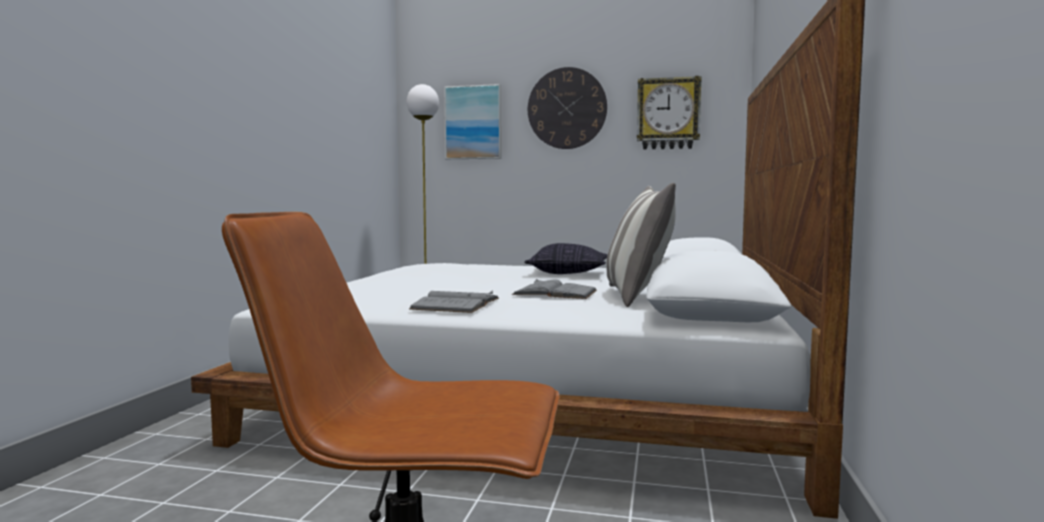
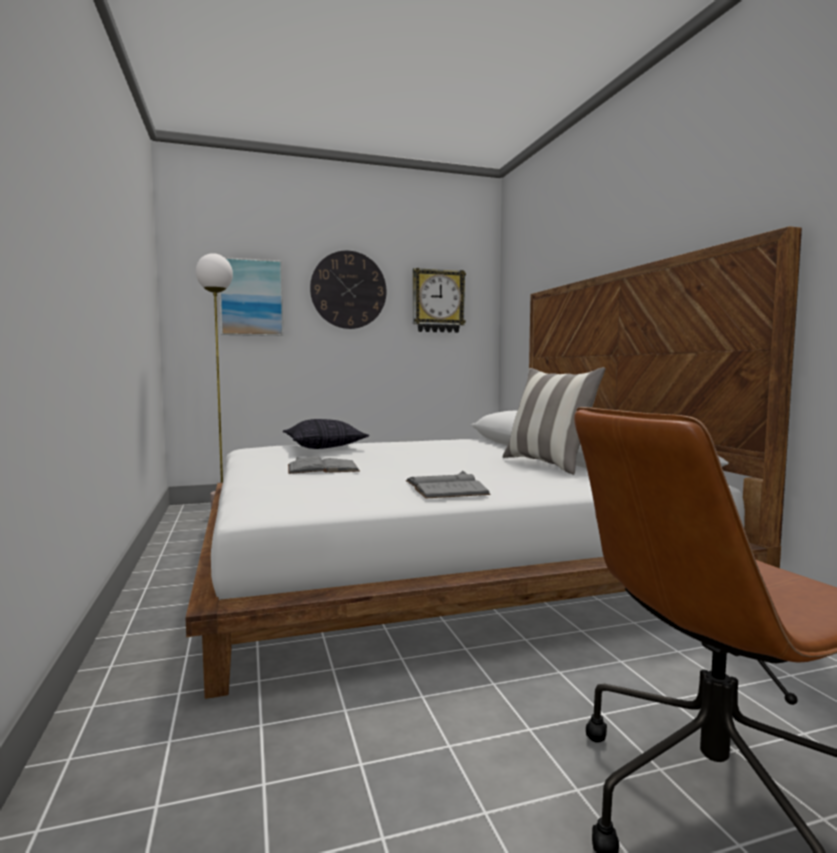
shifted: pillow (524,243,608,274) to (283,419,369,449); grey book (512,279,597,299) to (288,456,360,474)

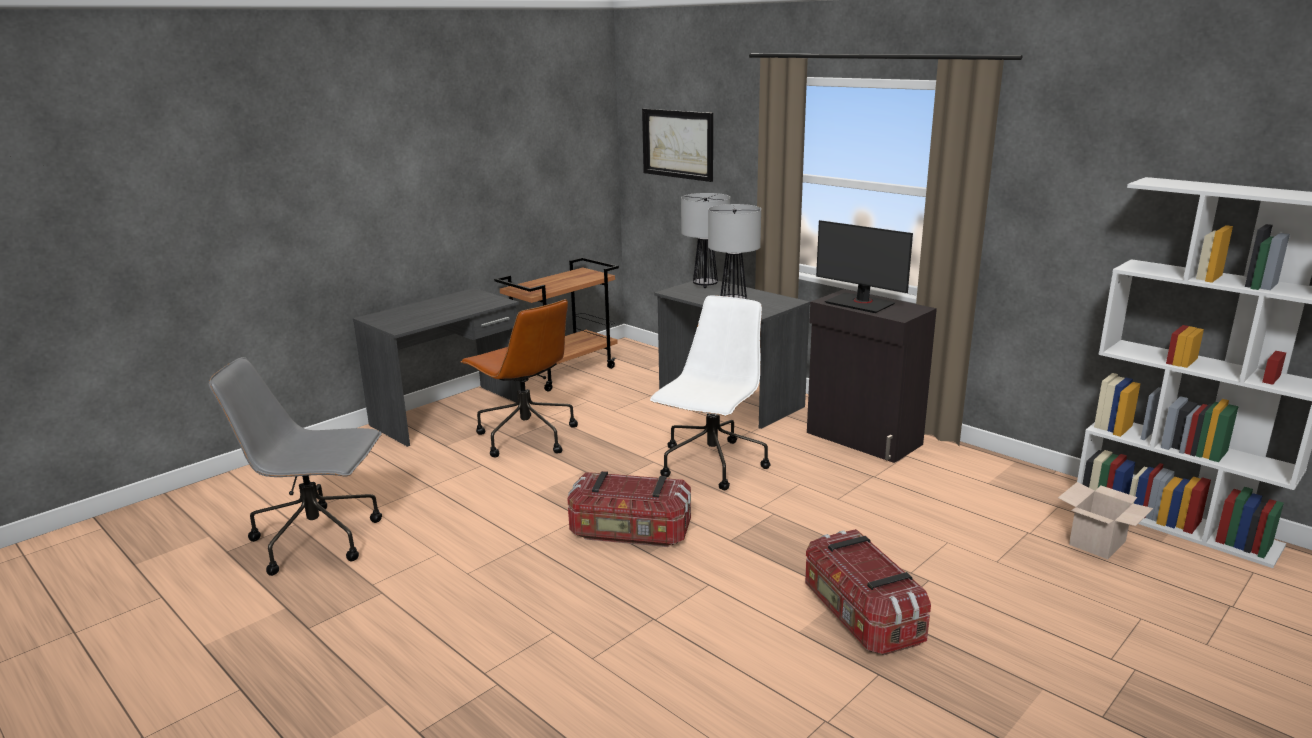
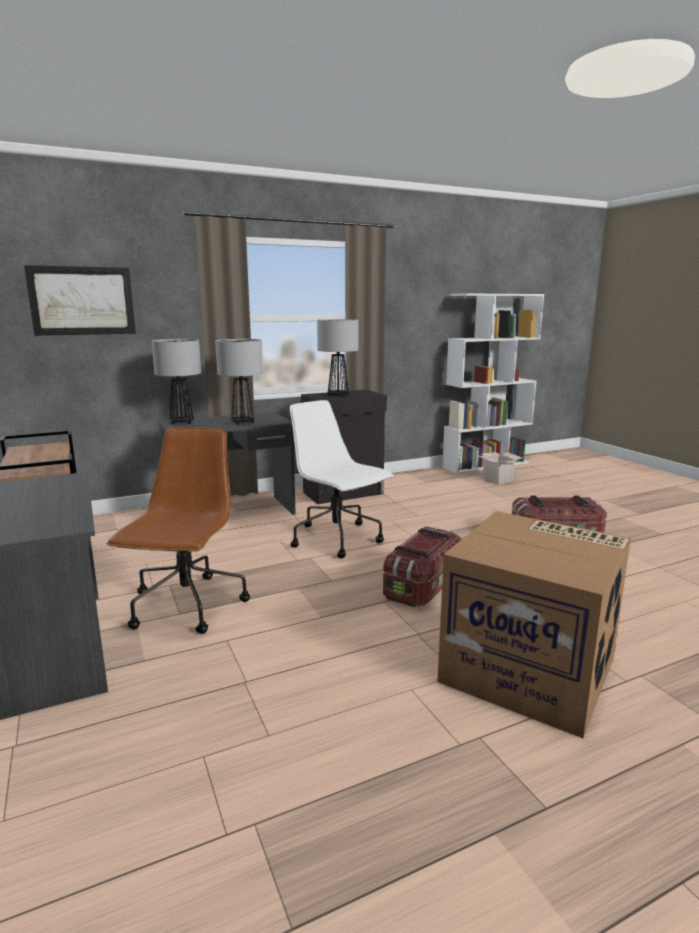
gone: grey office chair (209,357,382,576)
new: cardboard box (437,511,631,738)
swapped: monitor (816,220,913,313) to table lamp (317,319,359,397)
rotated: brown office chair (460,299,578,457) = (106,427,250,634) 60 degrees counterclockwise

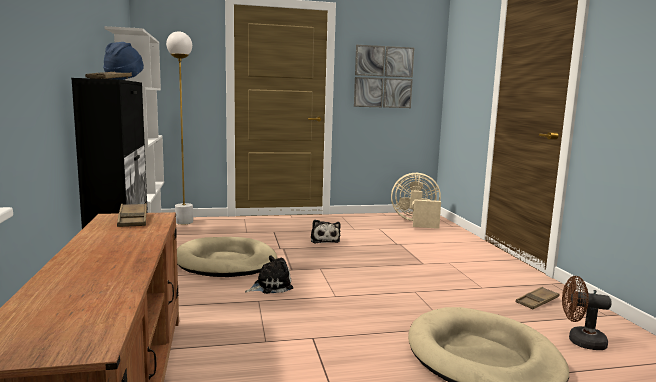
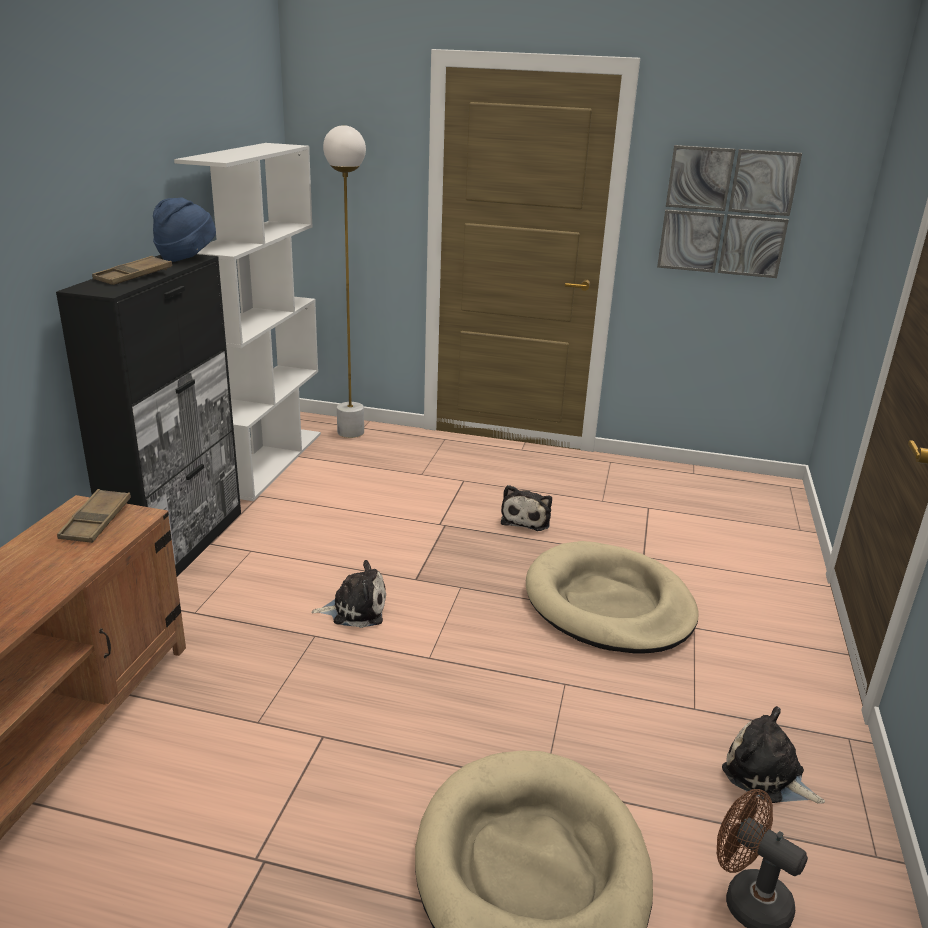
gone: beige fan (391,173,441,229)
shifted: beige dog bed (177,237,277,277) to (526,541,699,653)
swapped: brown tray (516,287,560,309) to plush toy (722,706,825,804)

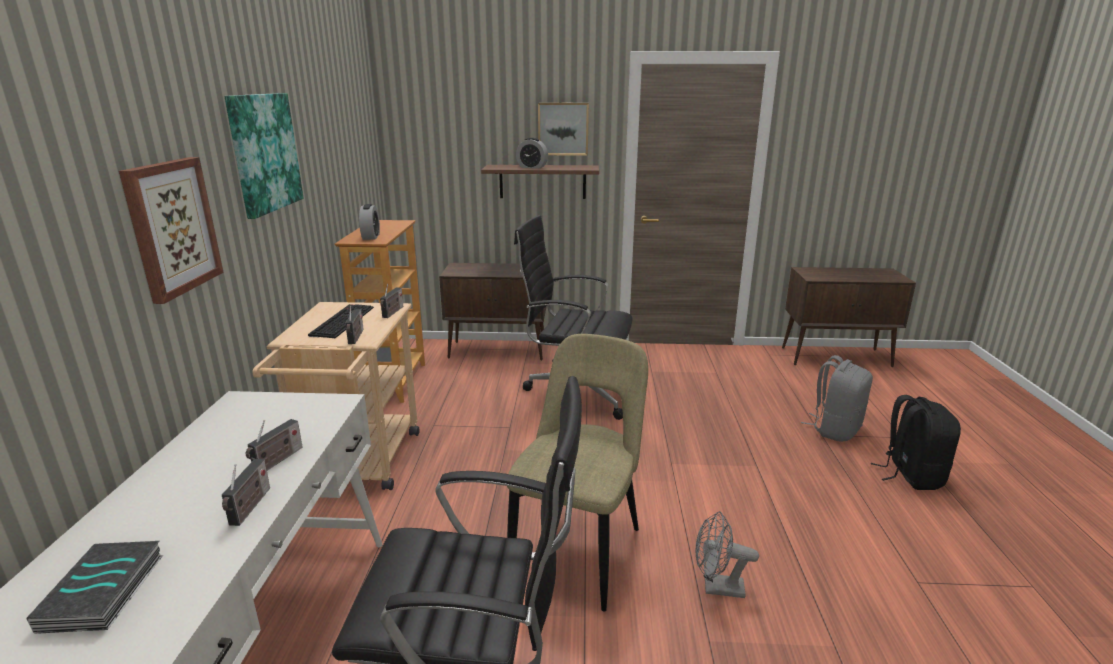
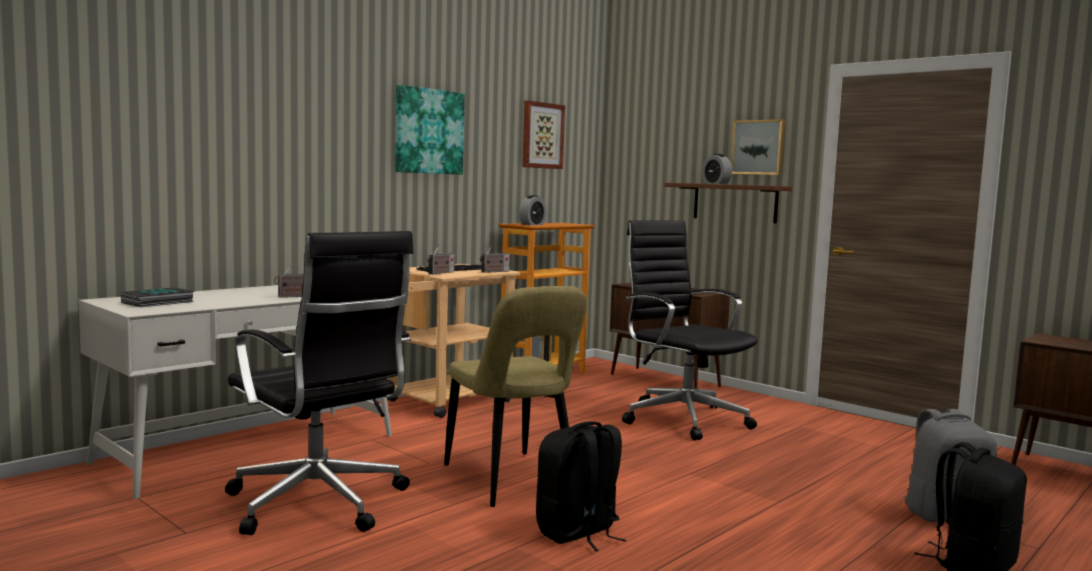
gone: radio (222,459,270,526)
shifted: picture (119,157,224,304) to (522,100,565,169)
swapped: grey fan (696,511,759,598) to black backpack (536,421,626,551)
rotated: beige chair (507,334,648,611) = (444,286,587,507) 90 degrees clockwise

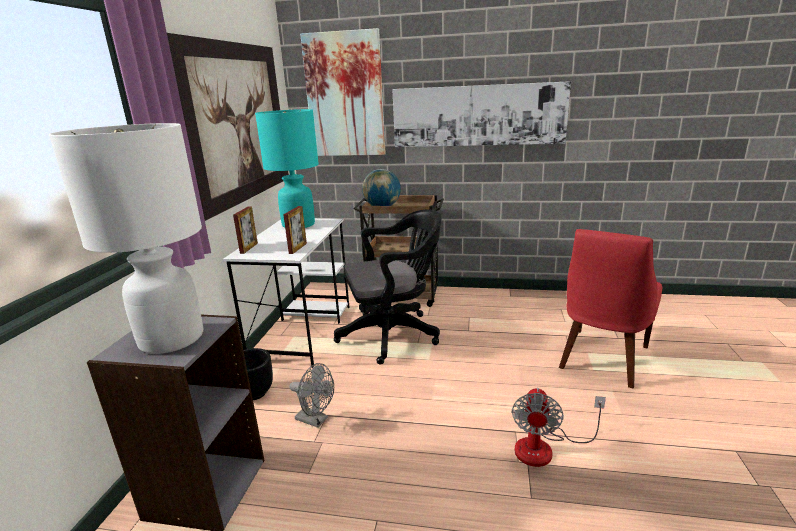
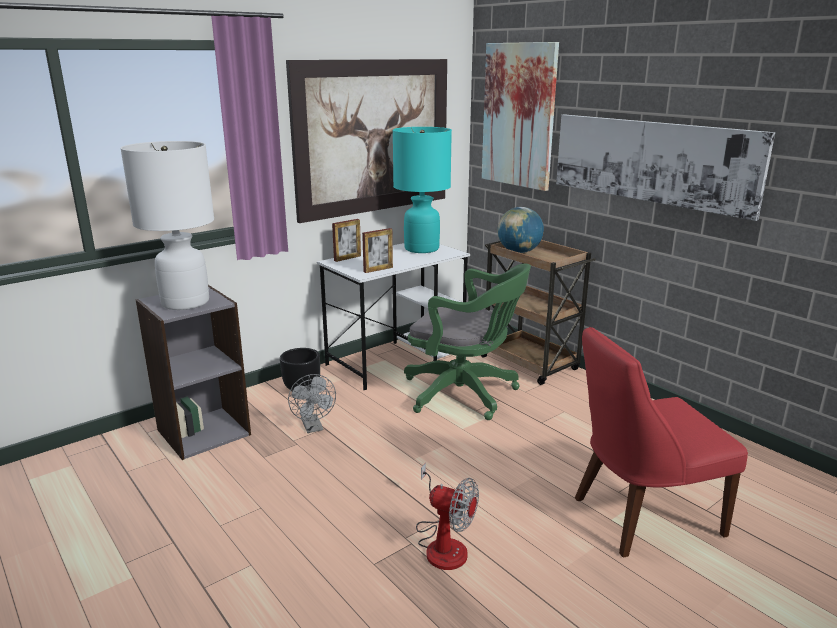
repainted: black office chair (334,209,441,365) to green office chair (404,264,531,420)
rotated: fan (512,388,606,467) = (416,463,479,570) 120 degrees counterclockwise

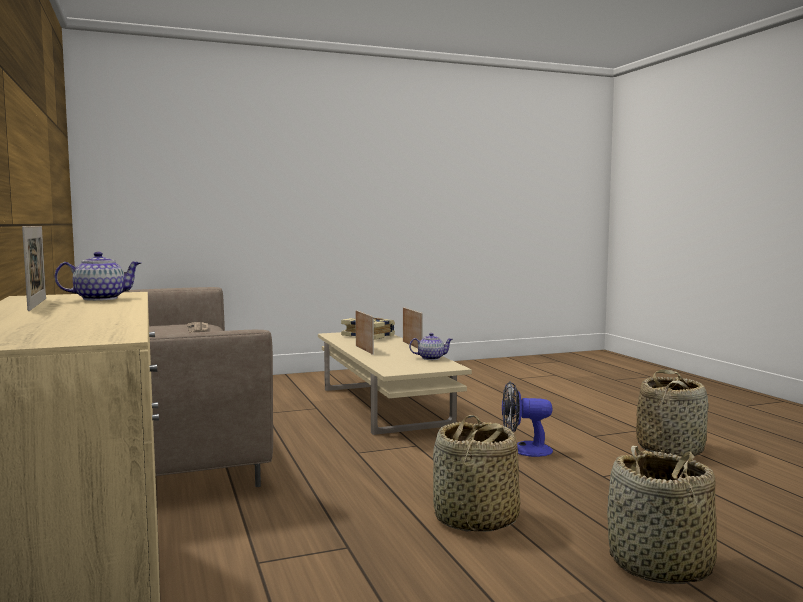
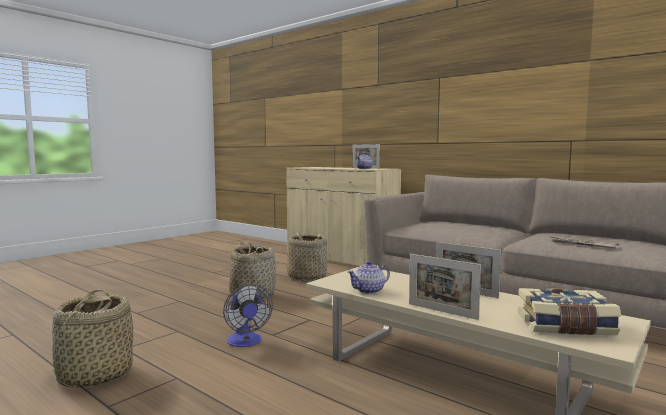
shifted: basket (607,446,717,584) to (287,231,327,281)
rotated: fan (502,381,553,457) = (223,284,273,347) 90 degrees clockwise

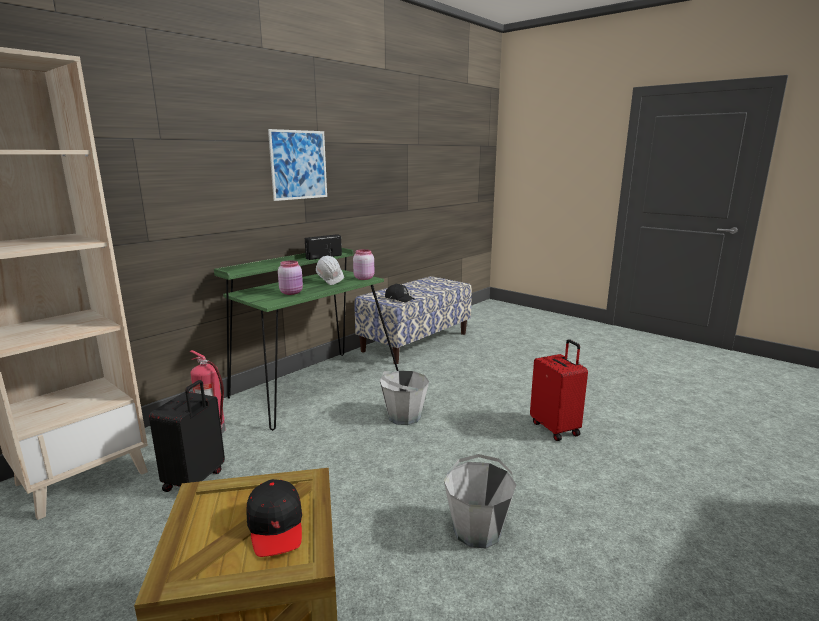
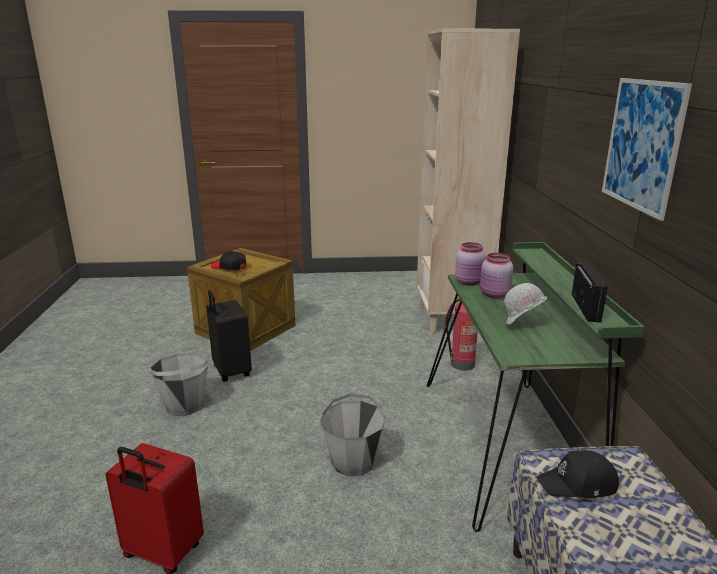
shifted: black suitcase (149,380,225,492) to (206,290,252,382); pink jar (353,249,374,280) to (455,242,486,286)

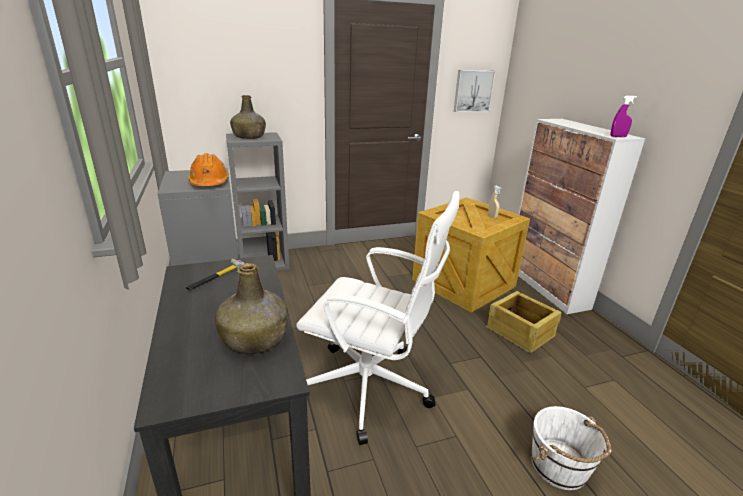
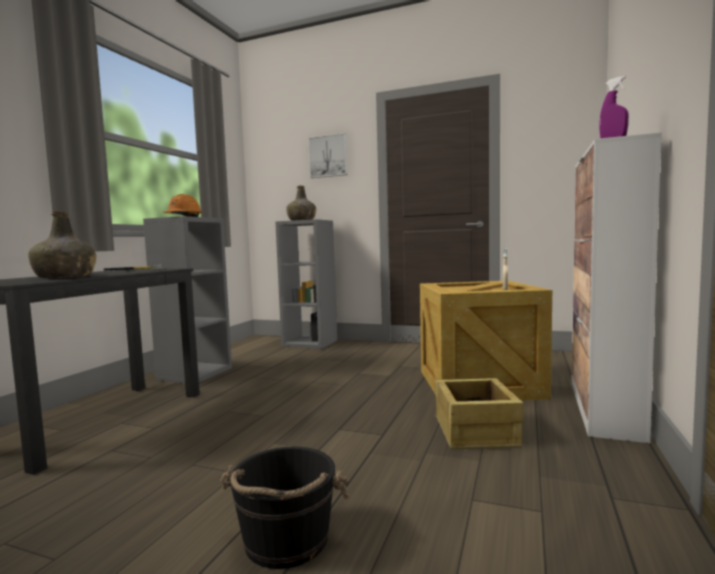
gone: white office chair (296,191,459,445)
shifted: picture (454,70,495,112) to (308,133,348,178)
repainted: white bucket (531,406,611,490) to black bucket (220,447,350,569)

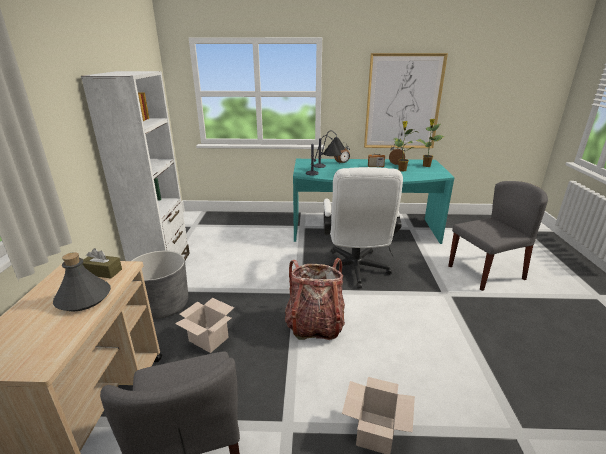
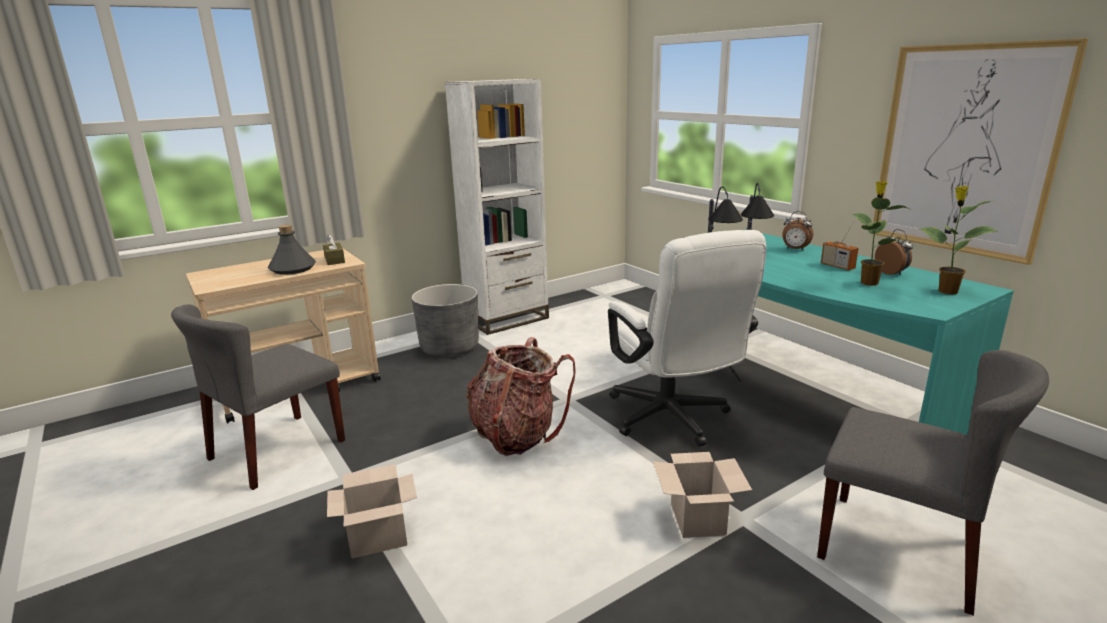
shifted: cardboard box (175,298,234,353) to (653,452,752,538)
rotated: white office chair (324,167,403,289) = (608,230,766,446) 75 degrees counterclockwise

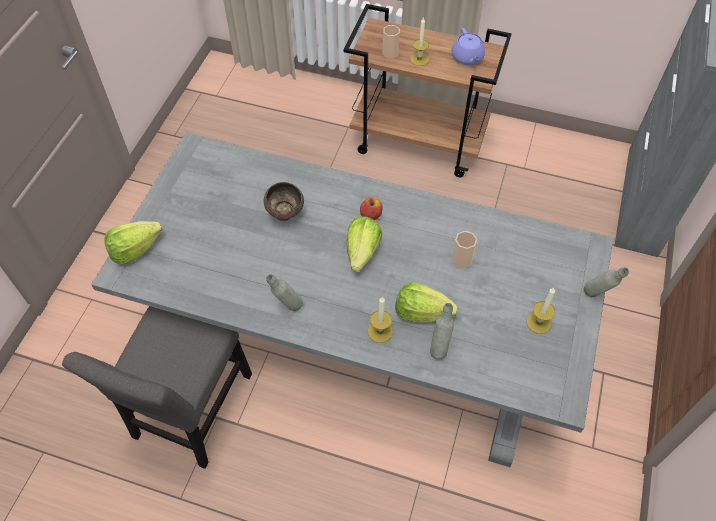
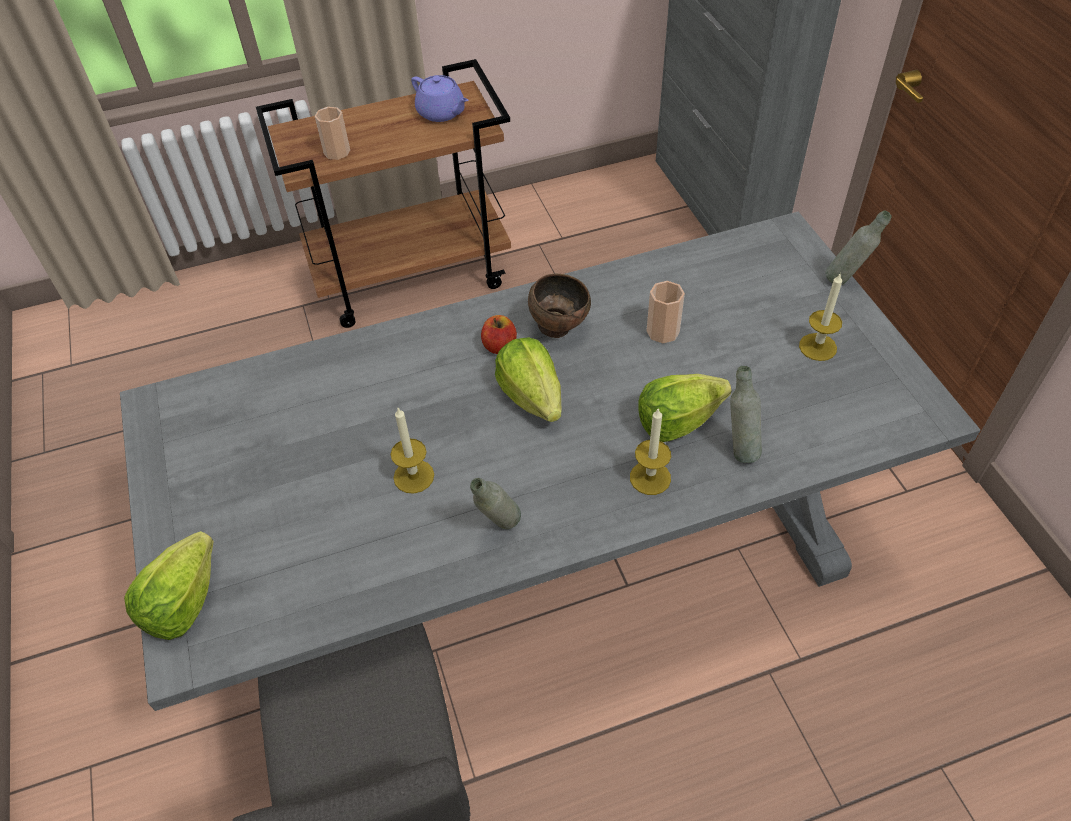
shifted: candle (410,17,429,66) to (391,408,434,494); brown bowl (264,182,304,221) to (528,274,591,338)

